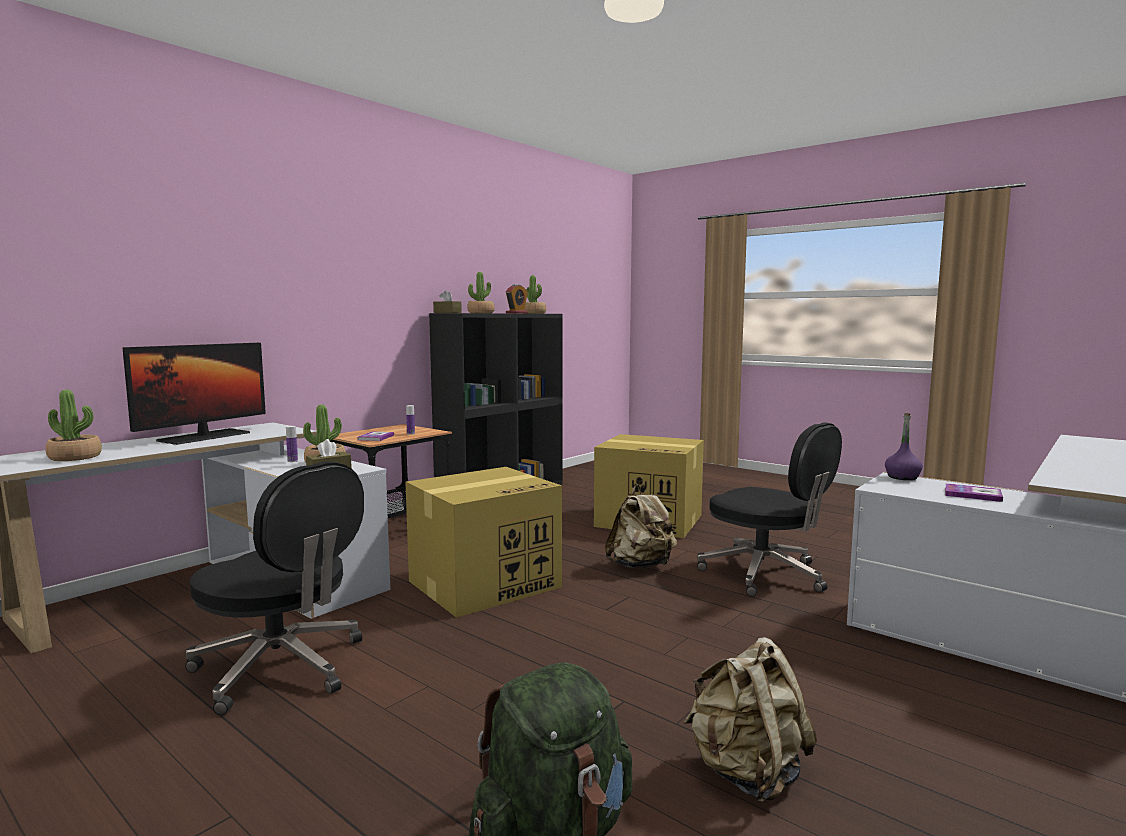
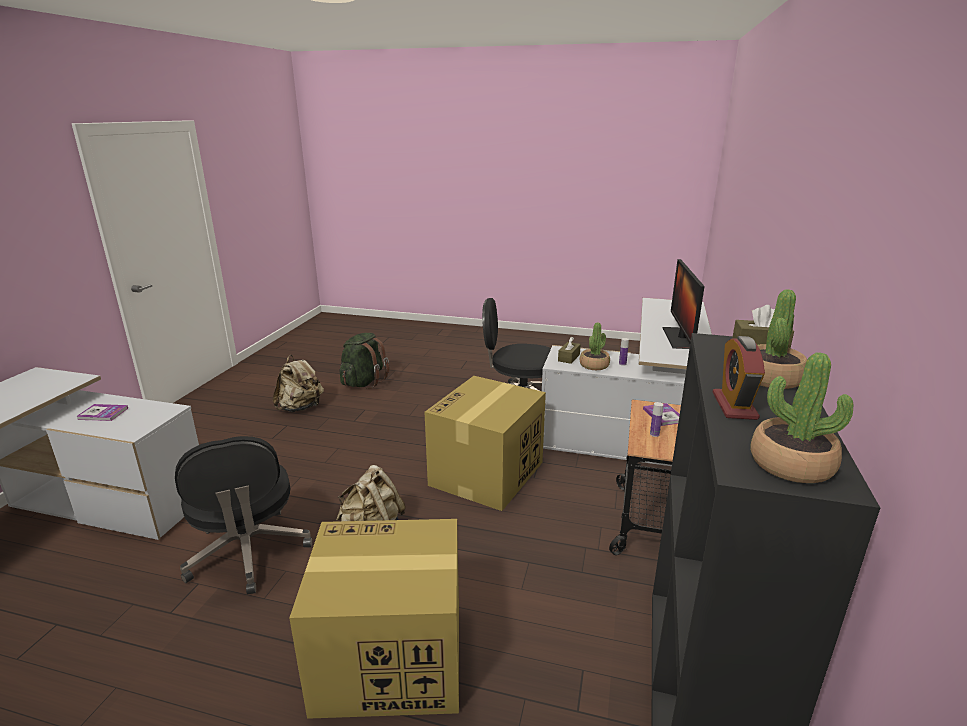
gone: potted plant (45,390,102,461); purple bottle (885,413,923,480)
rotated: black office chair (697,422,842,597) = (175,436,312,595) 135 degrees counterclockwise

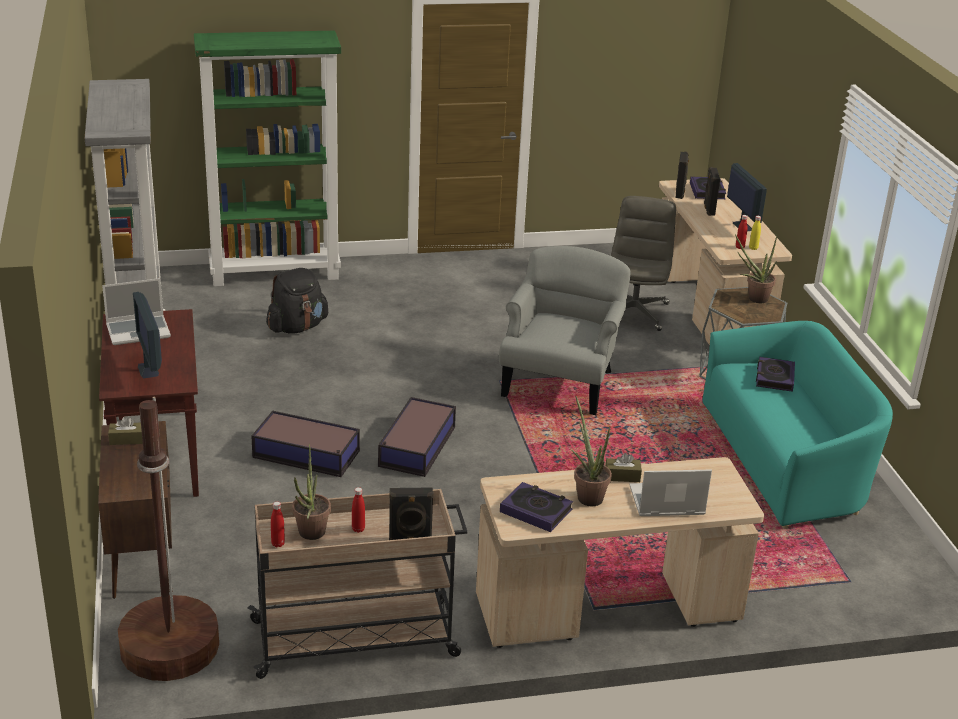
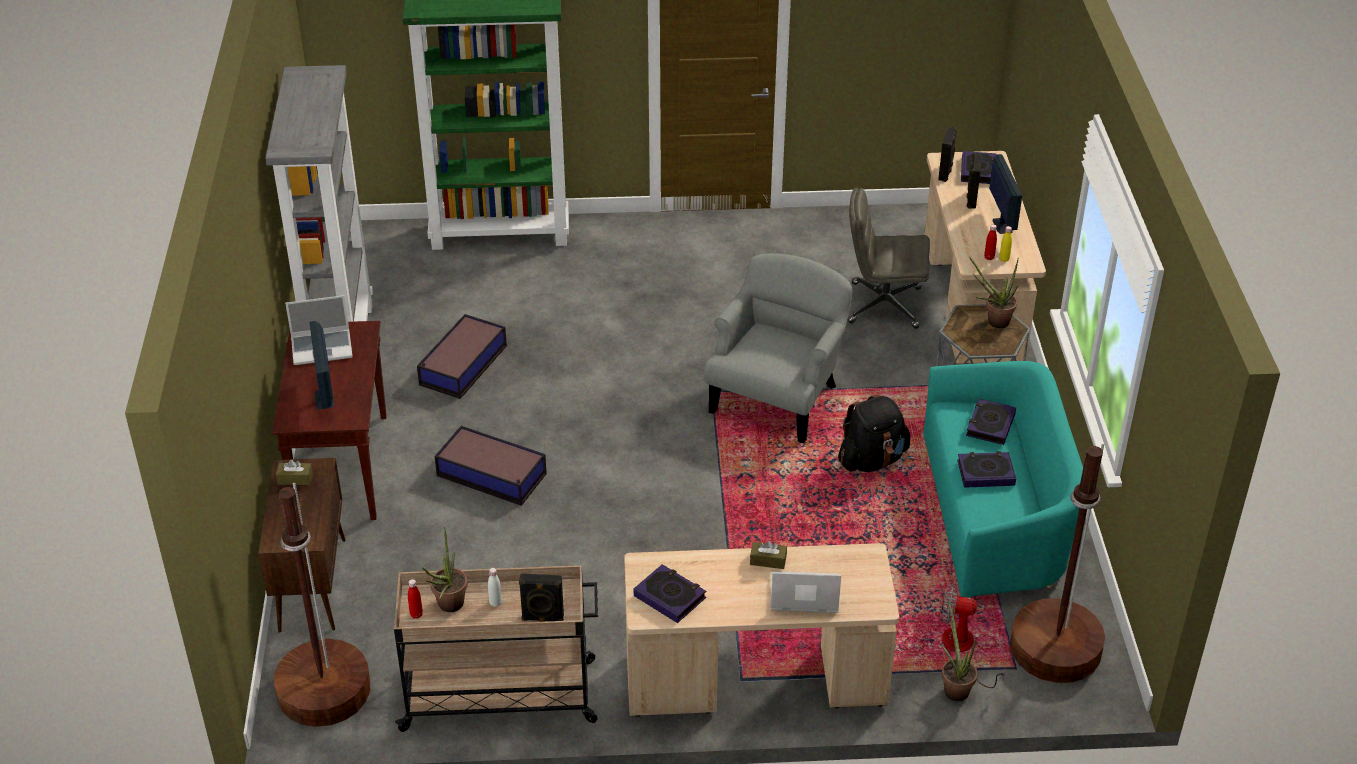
new: fan (942,584,1005,688); book (957,451,1016,488); brown floor lamp (1010,444,1105,683)
shifted: storage box (378,397,456,477) to (417,314,507,399); black backpack (266,268,328,334) to (838,394,910,472); potted plant (572,396,612,506) to (941,599,977,701)
repainted: red bottle (352,487,365,533) to white bottle (488,568,502,607)
rotated: grey office chair (611,196,676,331) = (848,188,930,329) 105 degrees counterclockwise

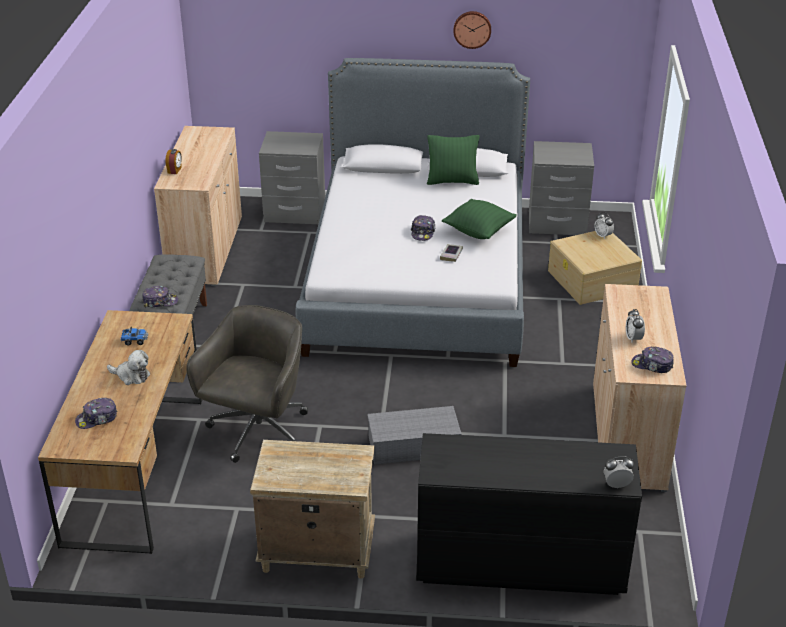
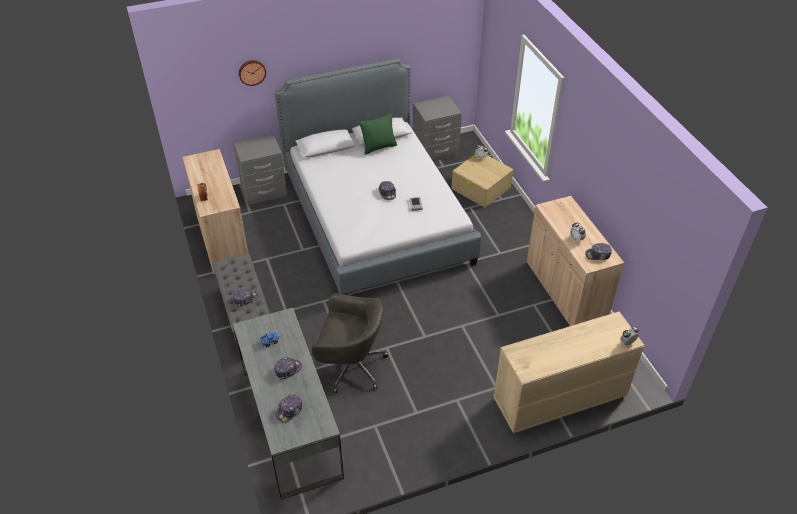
gone: beige nightstand (250,440,375,579); grey storage box (368,406,462,465); green pillow (442,199,517,239)
shifted: wall clock (453,11,491,49) to (239,60,266,86)
swapped: plush toy (107,350,150,385) to cap (274,357,302,380)
repainted: brown desk (38,310,202,554) to grey desk (233,308,344,500); black dresser (416,433,642,595) to beige dresser (493,312,644,433)
rotated: grey office chair (187,305,308,463) = (312,293,388,394) 105 degrees clockwise

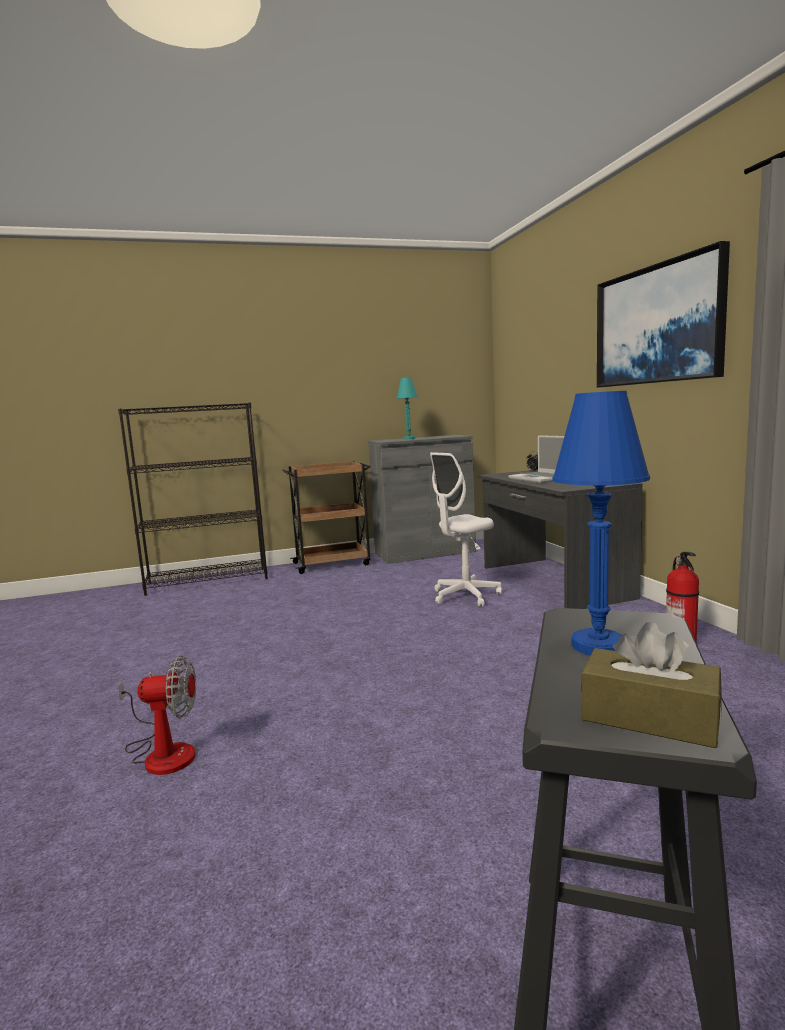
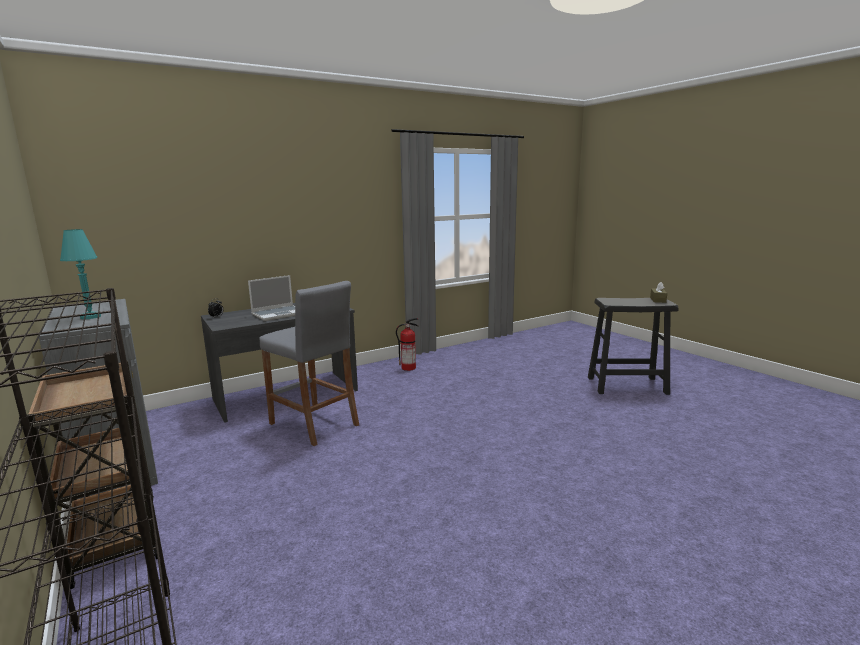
gone: fan (118,656,196,775); blue table lamp (552,391,650,656); picture (597,241,730,388)
swapped: white office chair (430,452,502,607) to grey stool (259,281,359,446)

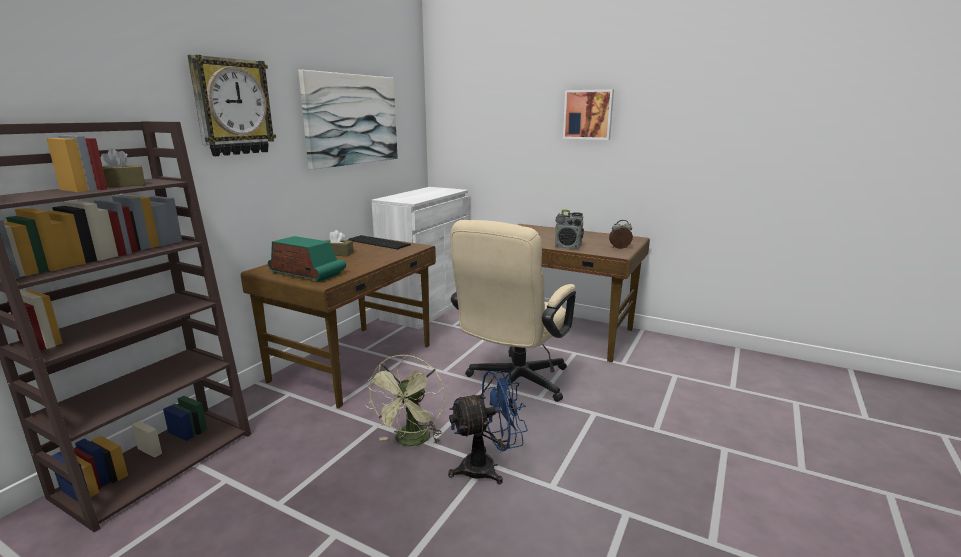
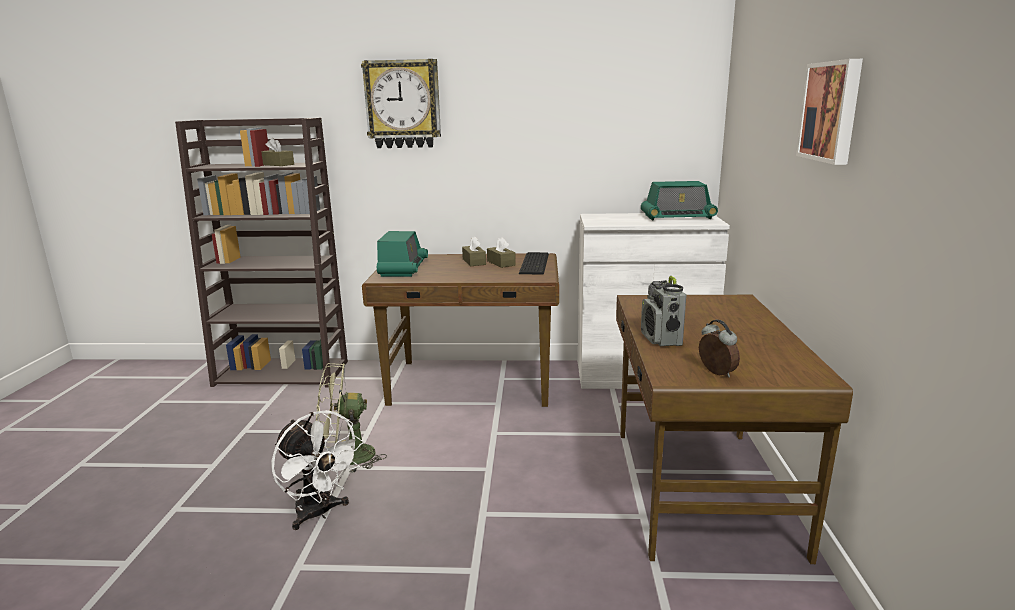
gone: picture (298,70,398,170); beige office chair (450,220,576,406)
new: brown tissue box (487,237,516,268); radio (641,181,718,221)
repainted: blue fan (448,370,528,484) to white fan (271,410,364,530)

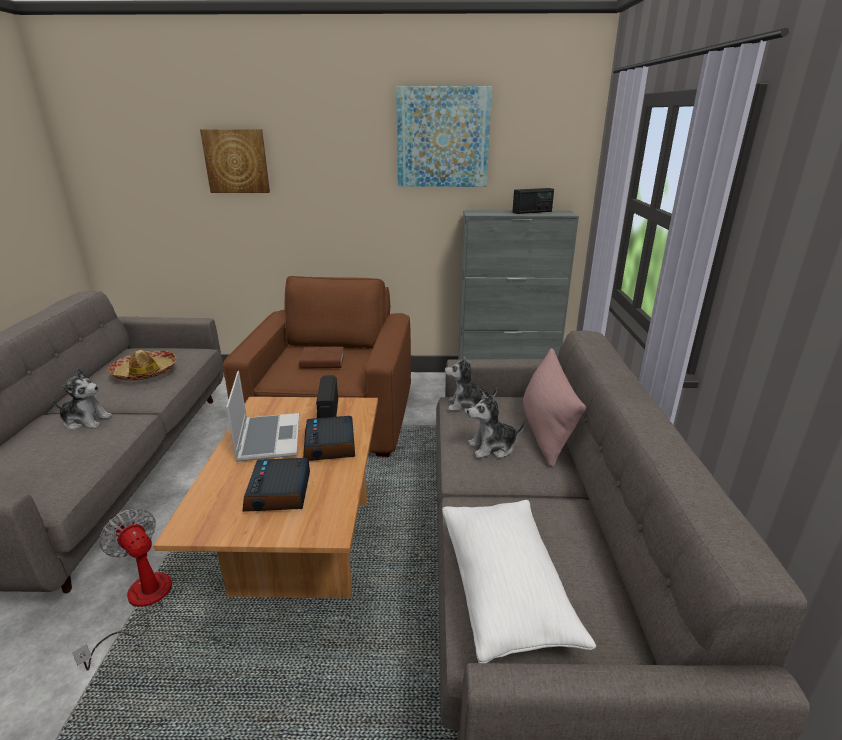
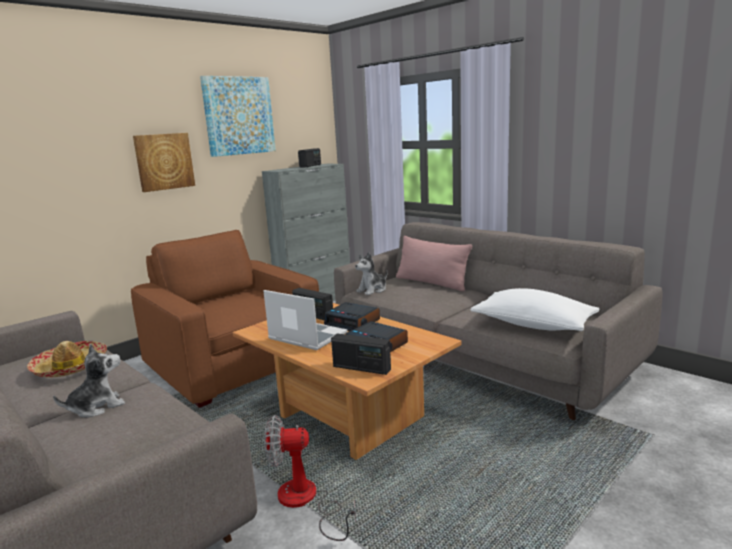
gone: brown book (299,347,344,369); plush toy (467,392,525,458)
new: radio (331,334,391,375)
shifted: picture (200,129,270,193) to (133,133,195,192)

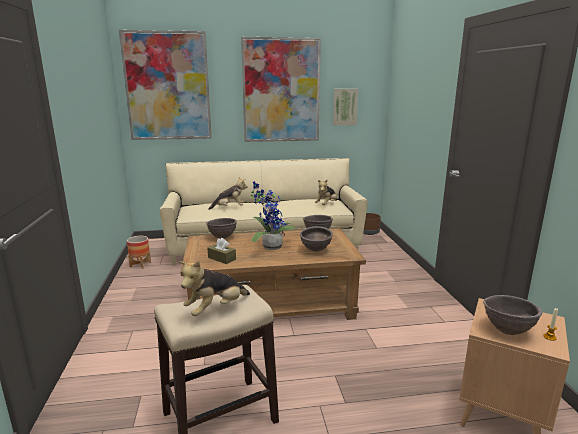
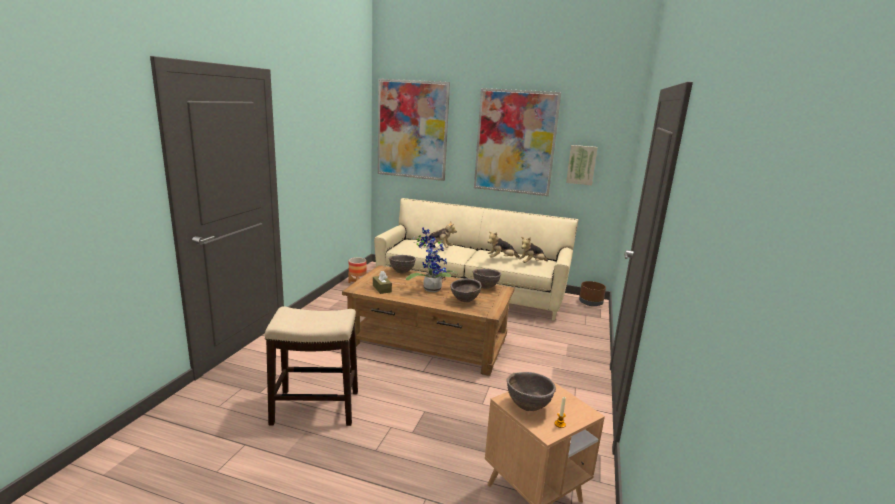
shifted: plush toy (179,261,250,316) to (487,231,520,258)

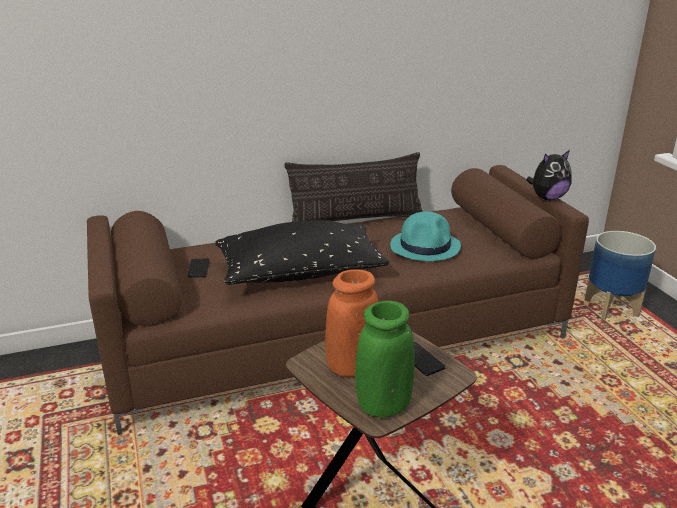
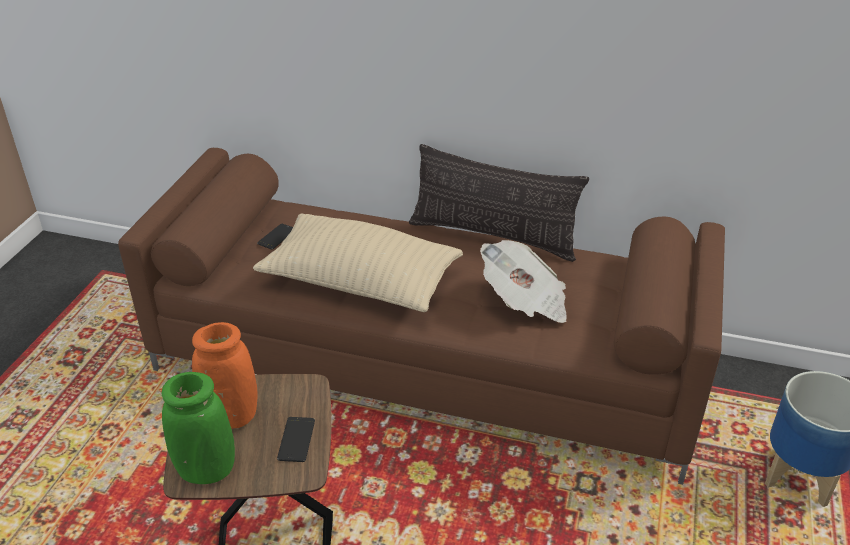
gone: plush toy (526,150,572,200)
swapped: turquoise hat (390,211,461,261) to newspaper (480,240,567,323)
repainted: black pillow (215,220,389,285) to beige pillow (253,214,463,312)

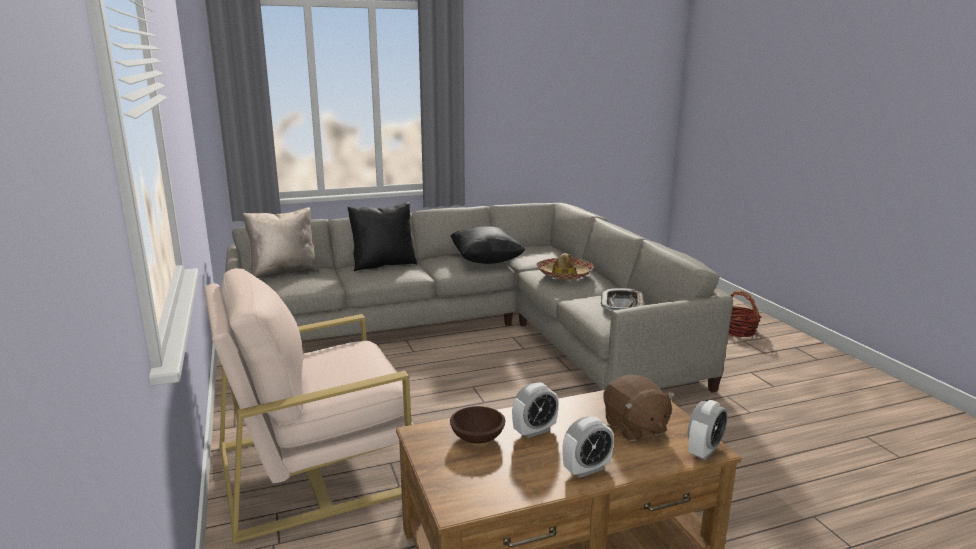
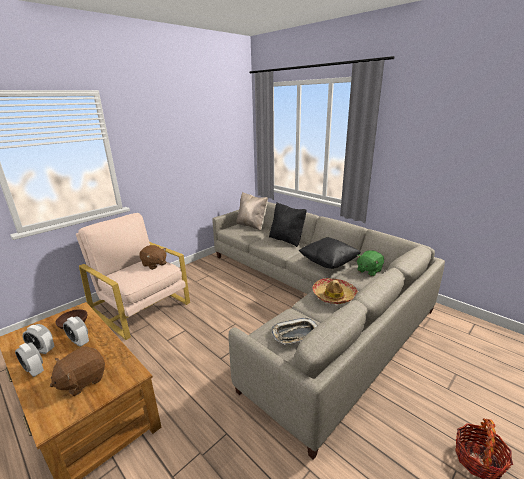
new: brown plush toy (139,245,167,270); green plush toy (357,250,384,276)
shifted: alarm clock (688,400,728,460) to (23,324,54,354)

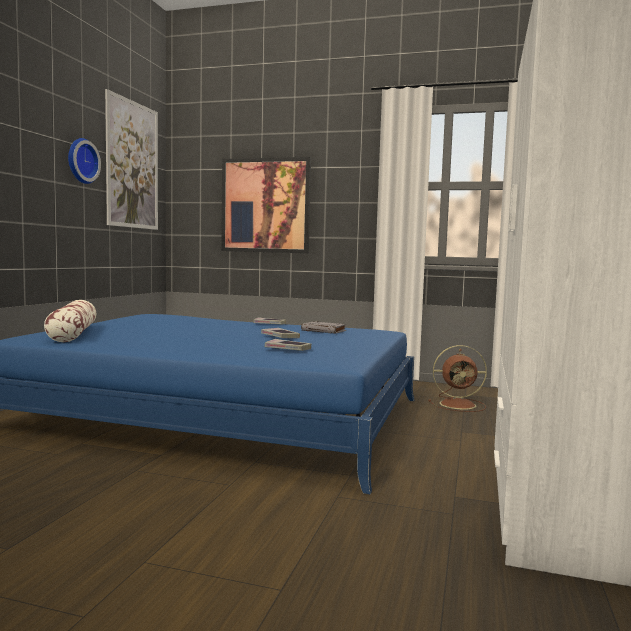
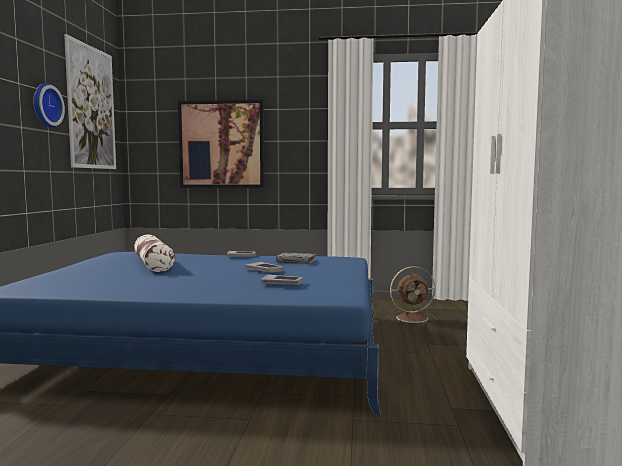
shifted: pillow (44,300,96,342) to (134,234,175,272)

